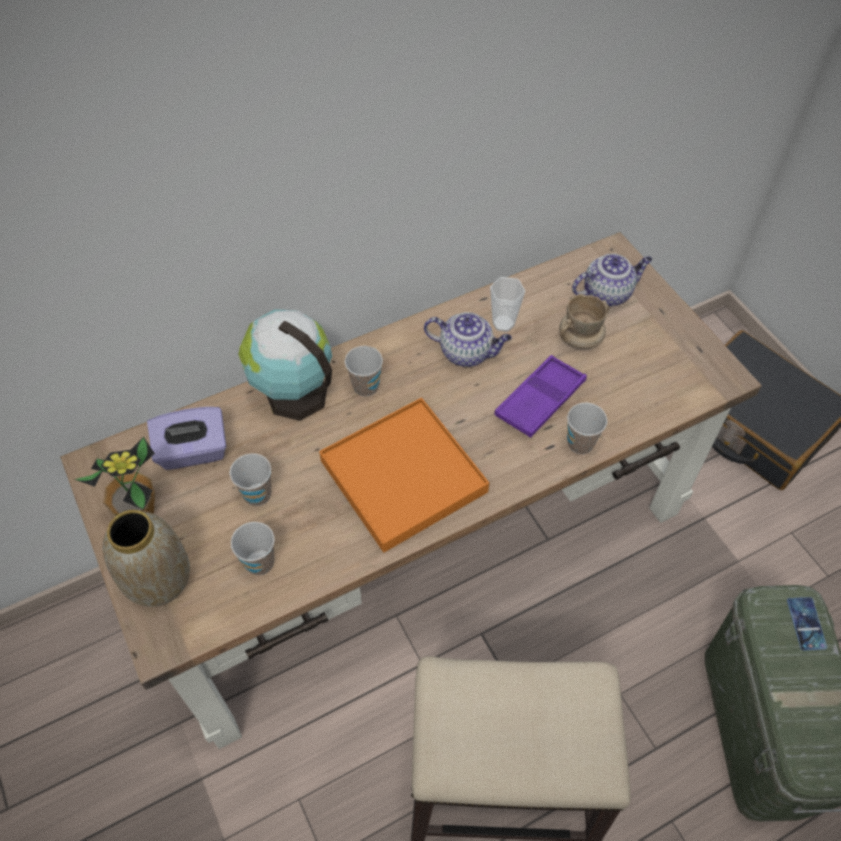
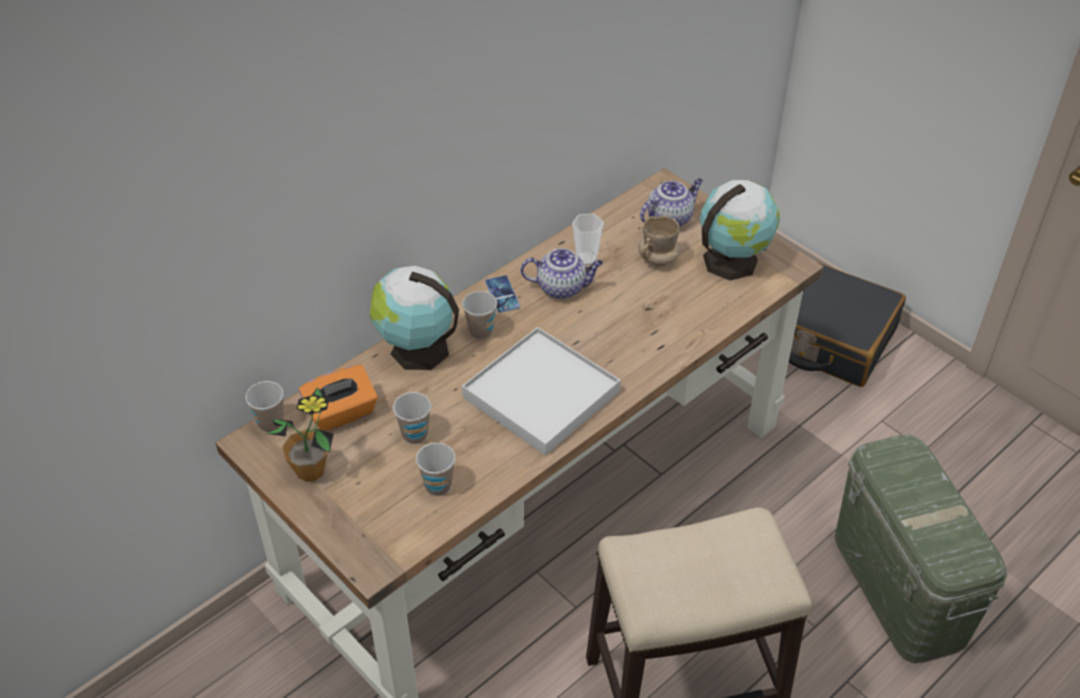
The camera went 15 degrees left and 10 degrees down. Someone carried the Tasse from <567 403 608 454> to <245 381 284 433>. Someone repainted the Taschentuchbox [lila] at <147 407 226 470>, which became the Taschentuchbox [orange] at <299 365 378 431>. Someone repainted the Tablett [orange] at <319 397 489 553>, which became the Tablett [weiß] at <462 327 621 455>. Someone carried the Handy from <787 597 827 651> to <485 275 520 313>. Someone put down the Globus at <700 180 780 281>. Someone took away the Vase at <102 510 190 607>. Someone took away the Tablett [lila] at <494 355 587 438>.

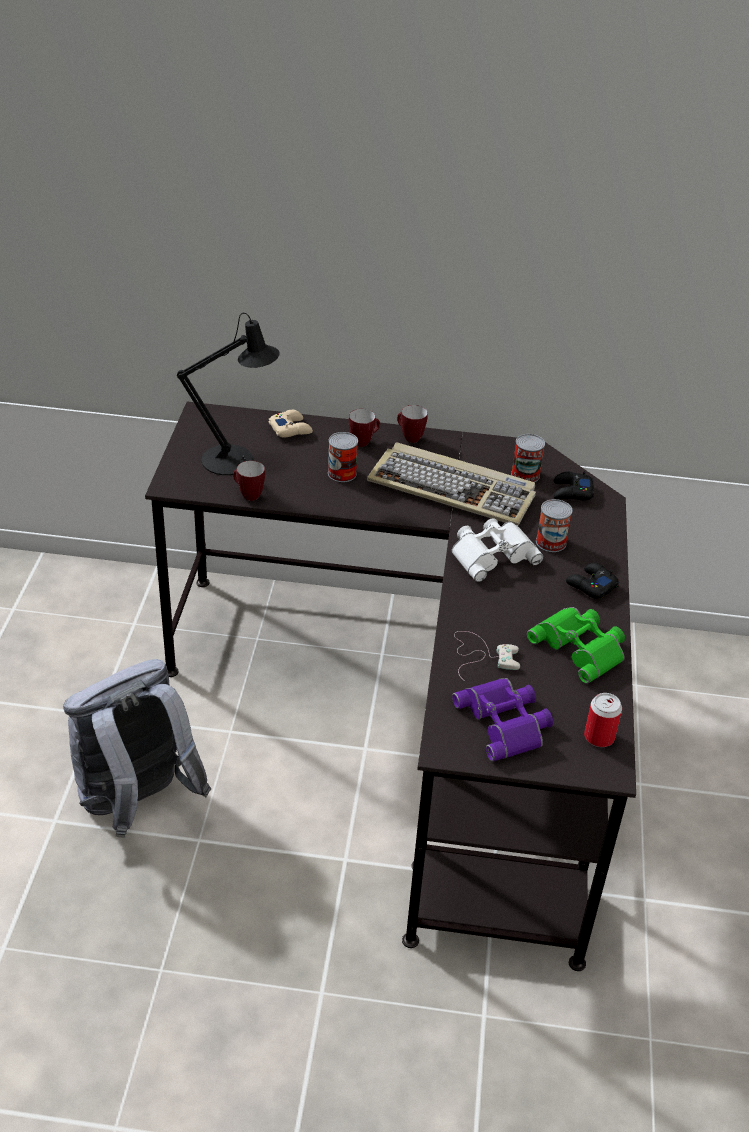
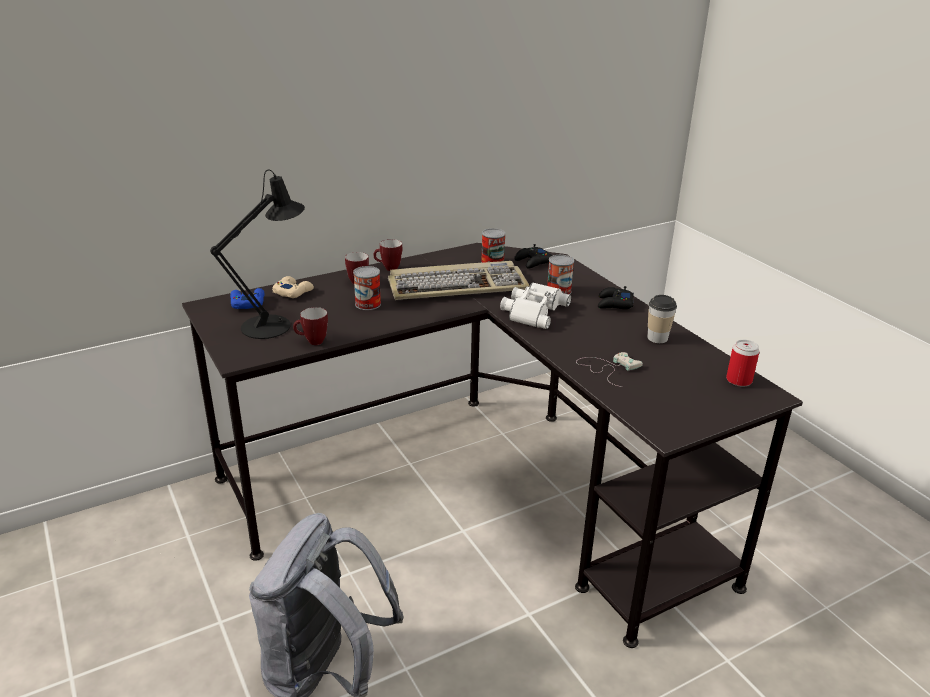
The camera went 35 degrees left and 10 degrees down. Someone put down the Gamepad [blau] at <230 288 264 309>. Someone swapped the Fernglas [grün] at <527 607 625 684> for the Tasse at <647 295 677 343>. Someone took away the Fernglas [lila] at <452 678 553 762>.

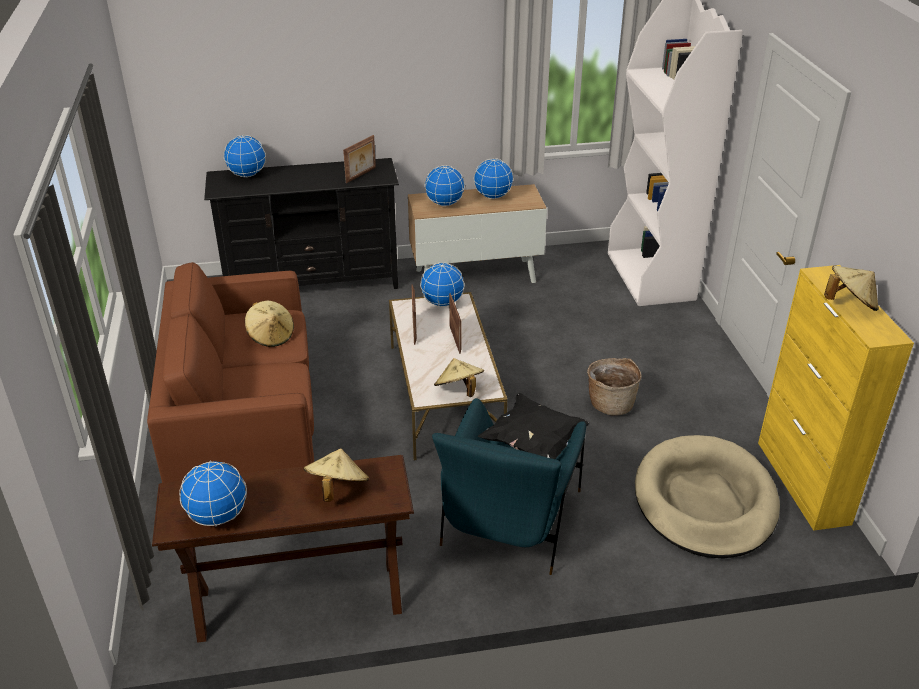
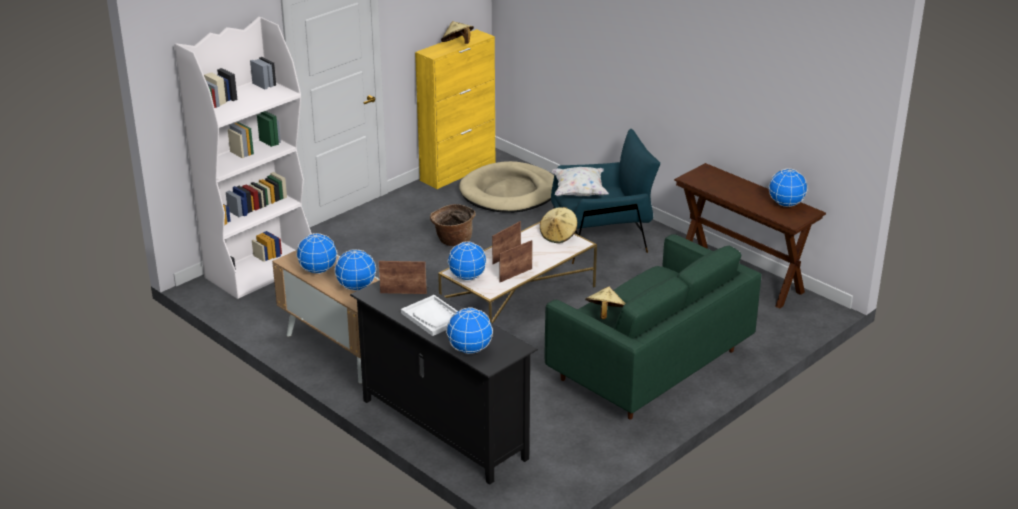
The camera went 125 degrees left and 5 degrees down. Someone put down the Tablett [weiß] at <401 295 458 336>. Someone repainted the Sofa [braun] at <147 262 314 483>, which became the Sofa [grün] at <545 234 761 420>. Someone repainted the Kissen [schwarz] at <478 393 590 459>, which became the Kissen [weiß] at <552 167 609 196>. Someone took away the Hut [beige] at <304 448 369 502>.

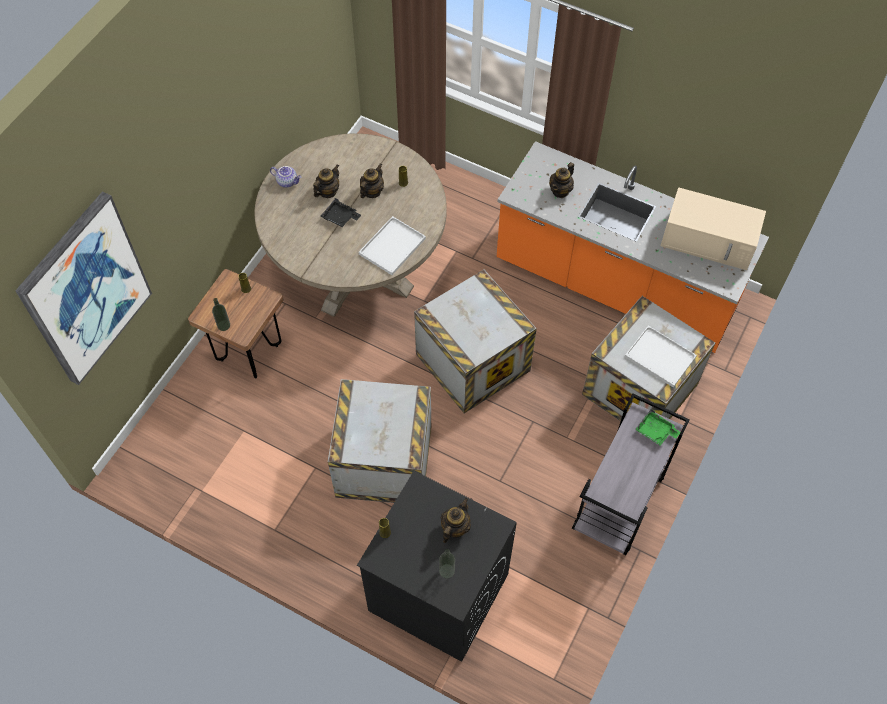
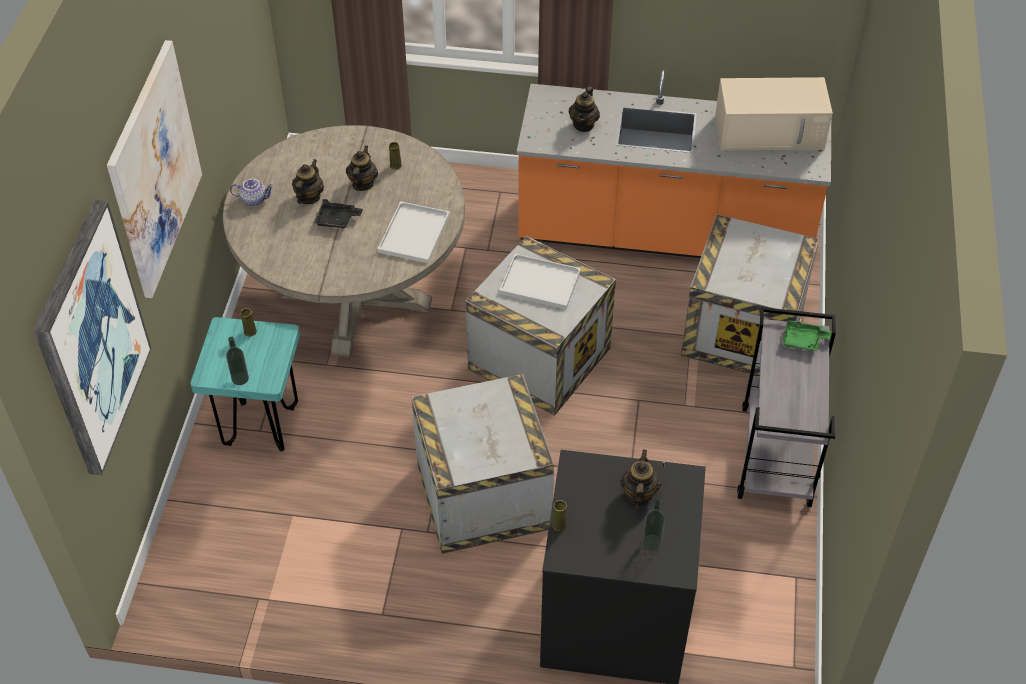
The camera went 20 degrees left and 10 degrees down. Someone put up the Bild at <107 40 202 298>. Someone repainted the Hocker [braun] at <188 269 283 378>, which became the Hocker [türkis] at <190 317 300 452>. Someone carried the Tablett [weiß] from <625 325 697 387> to <499 254 581 309>.

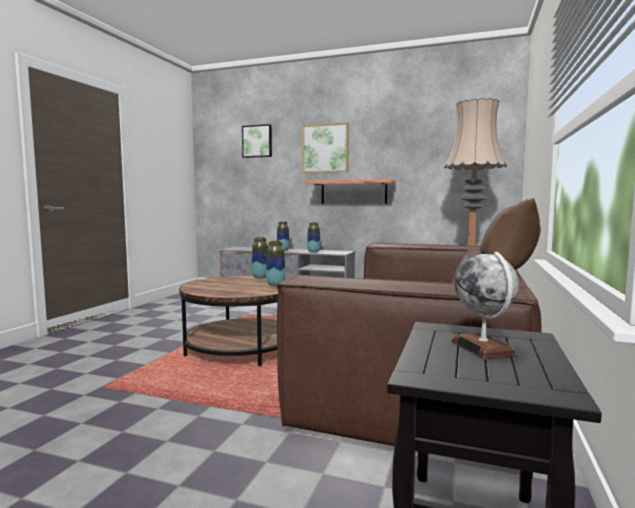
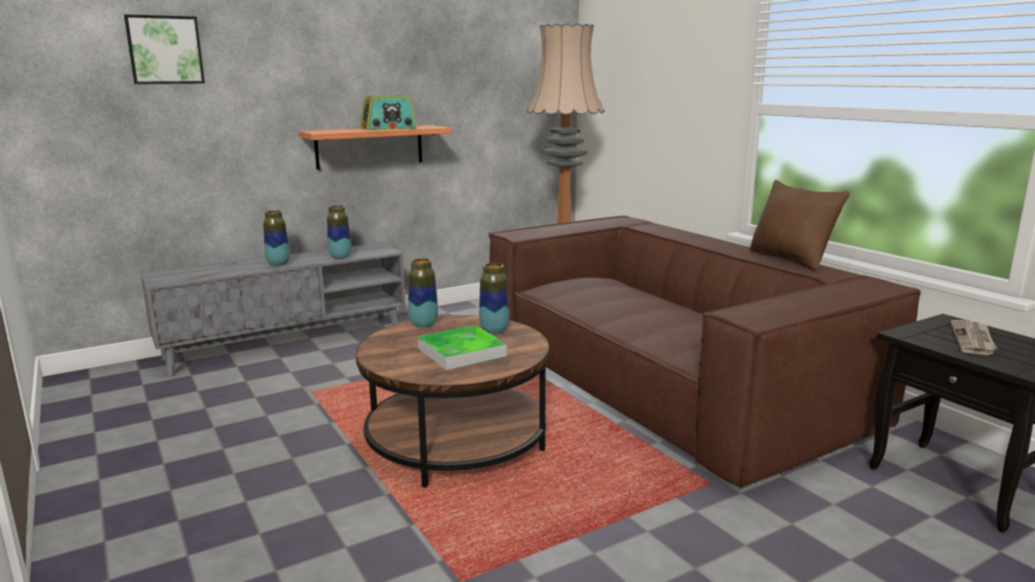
The camera went 50 degrees left and 10 degrees up. Someone put down the Radio at <360 95 417 131>. Someone put down the Tablett at <417 325 507 370>. Someone swapped the Globus at <451 252 519 359> for the Zeitung at <951 320 997 355>. Someone took away the Bild at <302 122 349 173>.

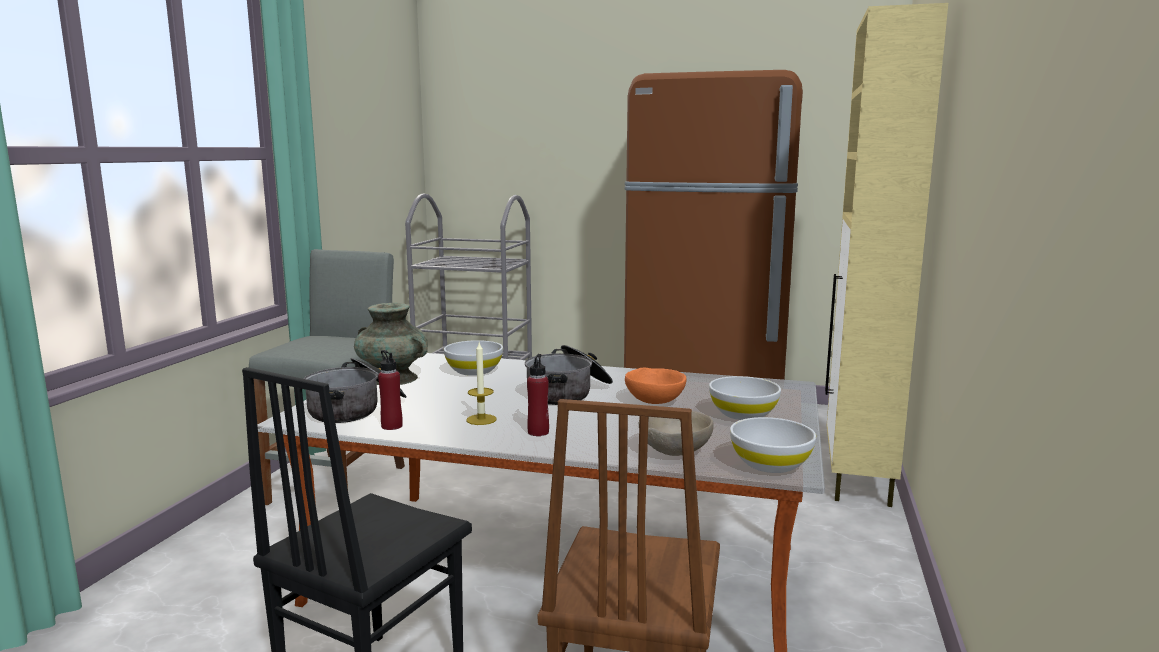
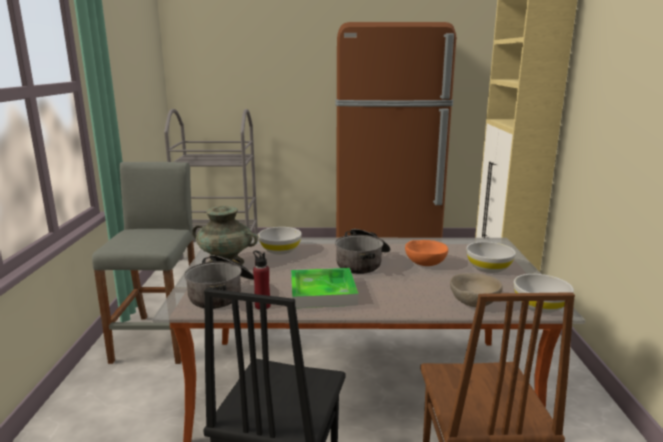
The camera went 15 degrees left and 5 degrees up. Someone swapped the Kerze at <466 343 497 425> for the Tablett at <291 268 358 308>. Someone took away the Flasche [rot] at <527 354 549 436>.

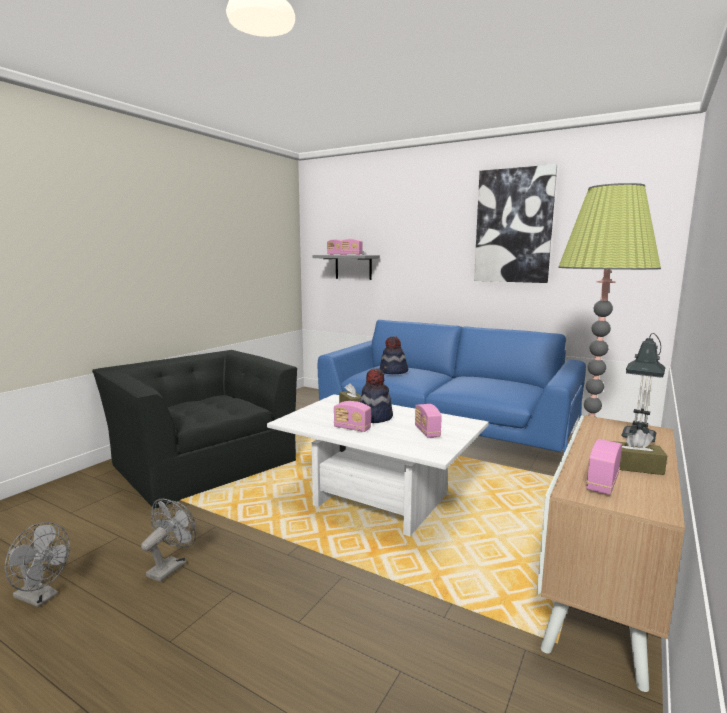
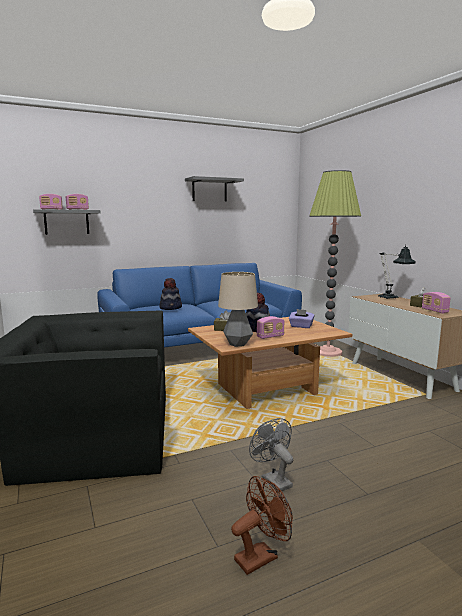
The camera went 55 degrees left and 0 degrees up. Someone swapped the Bild at <474 164 557 283> for the Wandregal [grau] at <185 176 244 201>. Someone repainted the Couchtisch [weiß] at <267 394 489 536>, which became the Couchtisch [braun] at <188 317 352 409>. Someone put down the Tischlampe at <218 272 258 347>. Someone repainted the Ventilator [grau] at <4 522 70 607>, which became the Ventilator [braun] at <231 476 293 575>. Someone swapped the Radio at <415 404 442 438> for the Taschentuchbox [lila] at <289 309 315 328>.

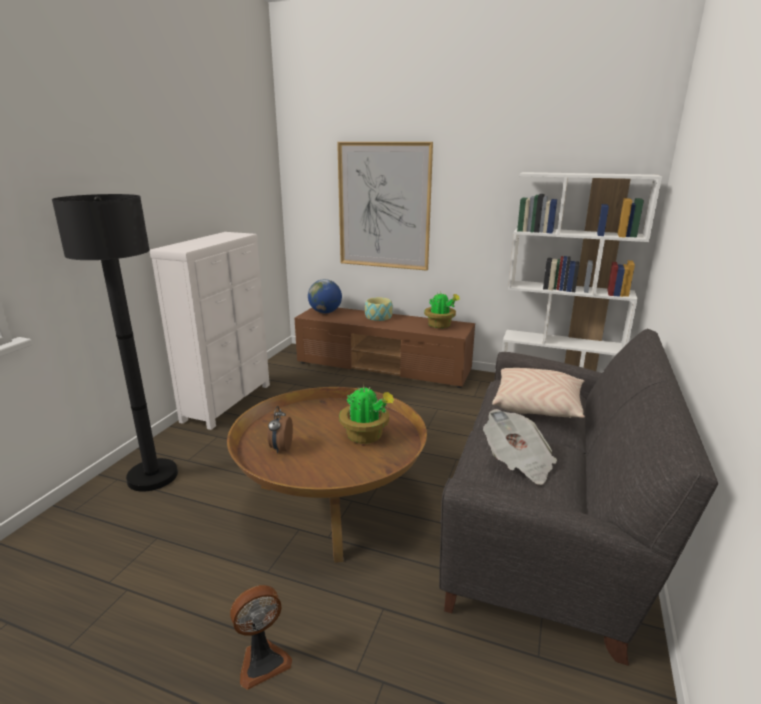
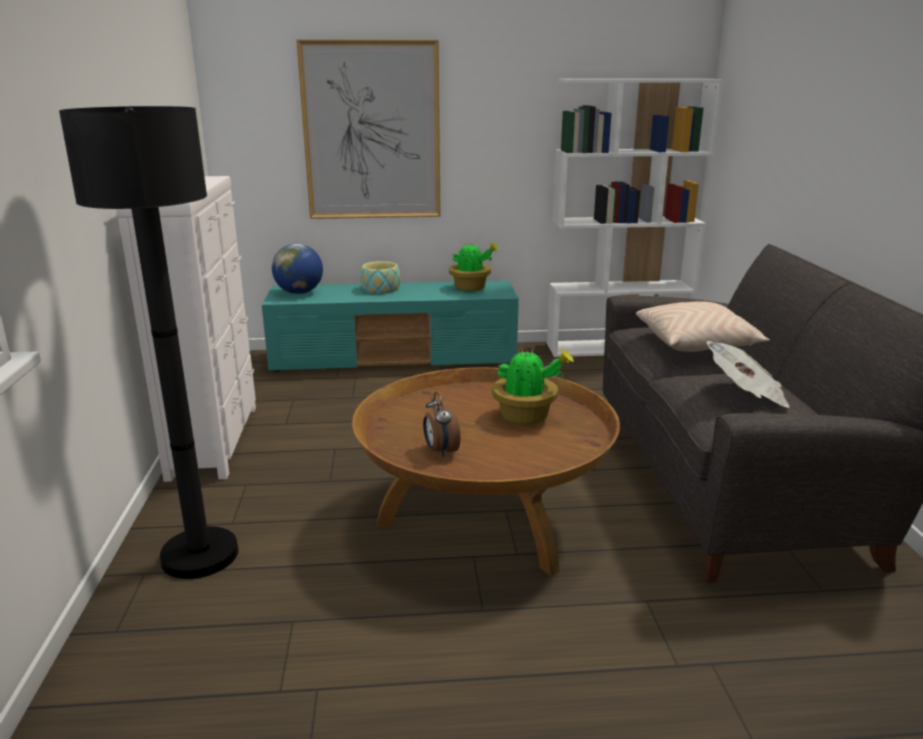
The camera went 25 degrees left and 0 degrees up. Someone repainted the Fernsehschrank [braun] at <294 308 475 388>, which became the Fernsehschrank [türkis] at <262 280 519 373>. Someone took away the Ventilator at <230 585 292 690>.

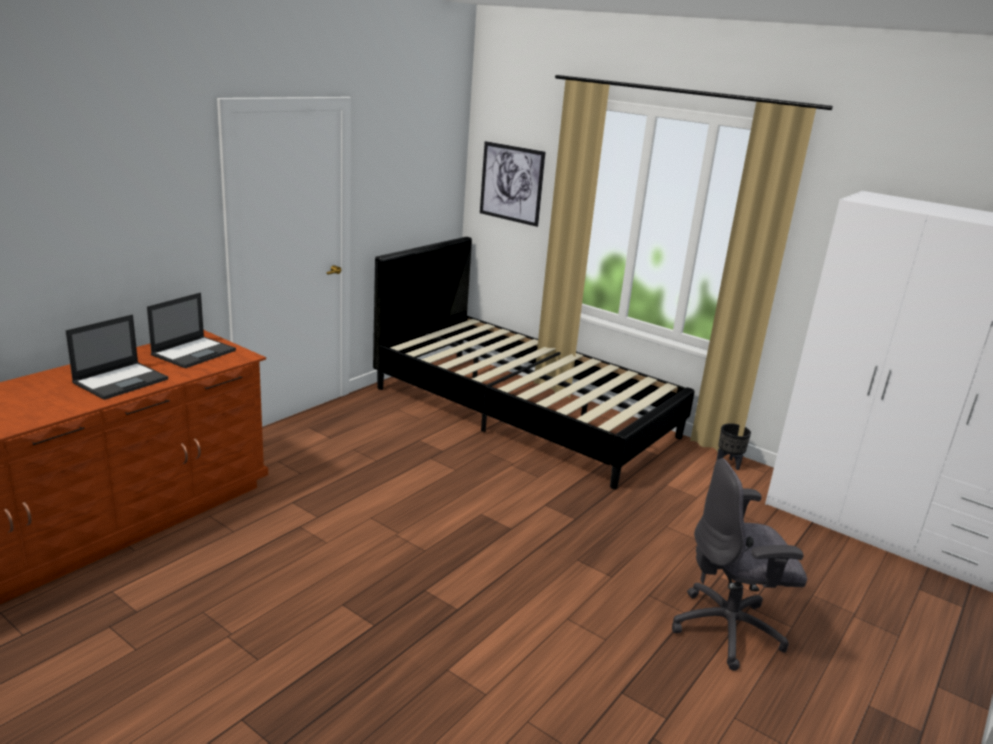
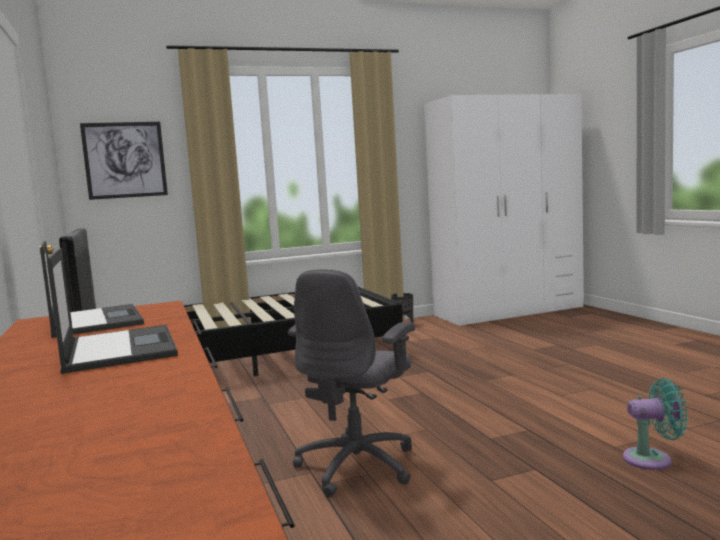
The camera went 55 degrees left and 15 degrees down. Someone carried the Bürostuhl [grau] from <672 458 807 671> to <288 269 415 497>. Someone put down the Ventilator [türkis] at <623 378 688 470>.

